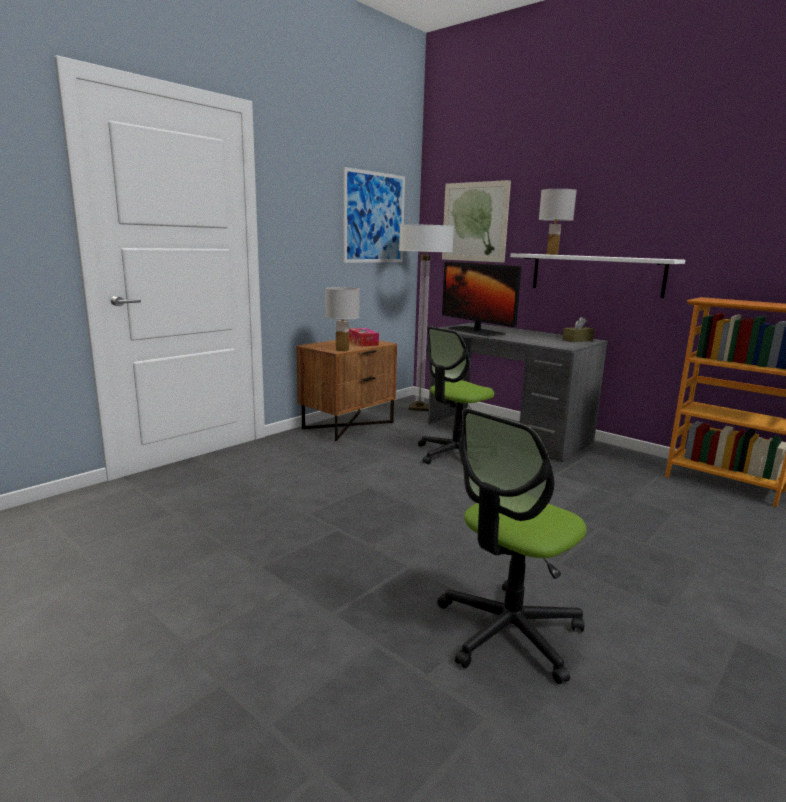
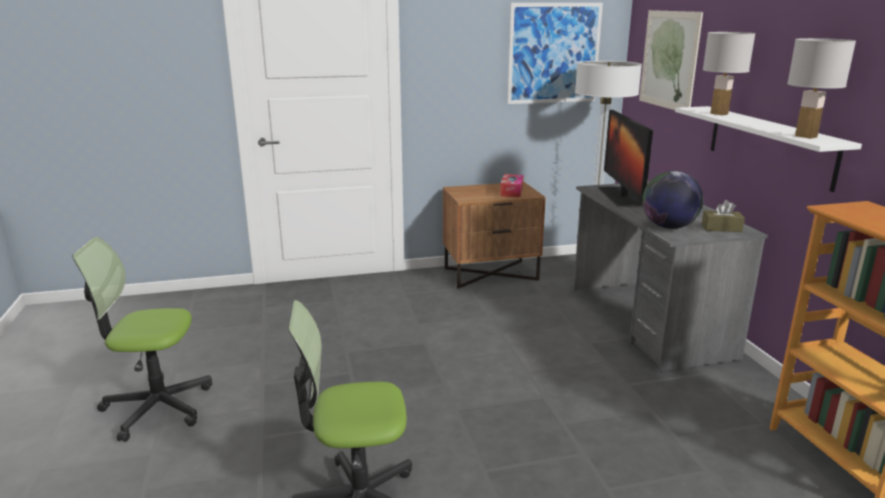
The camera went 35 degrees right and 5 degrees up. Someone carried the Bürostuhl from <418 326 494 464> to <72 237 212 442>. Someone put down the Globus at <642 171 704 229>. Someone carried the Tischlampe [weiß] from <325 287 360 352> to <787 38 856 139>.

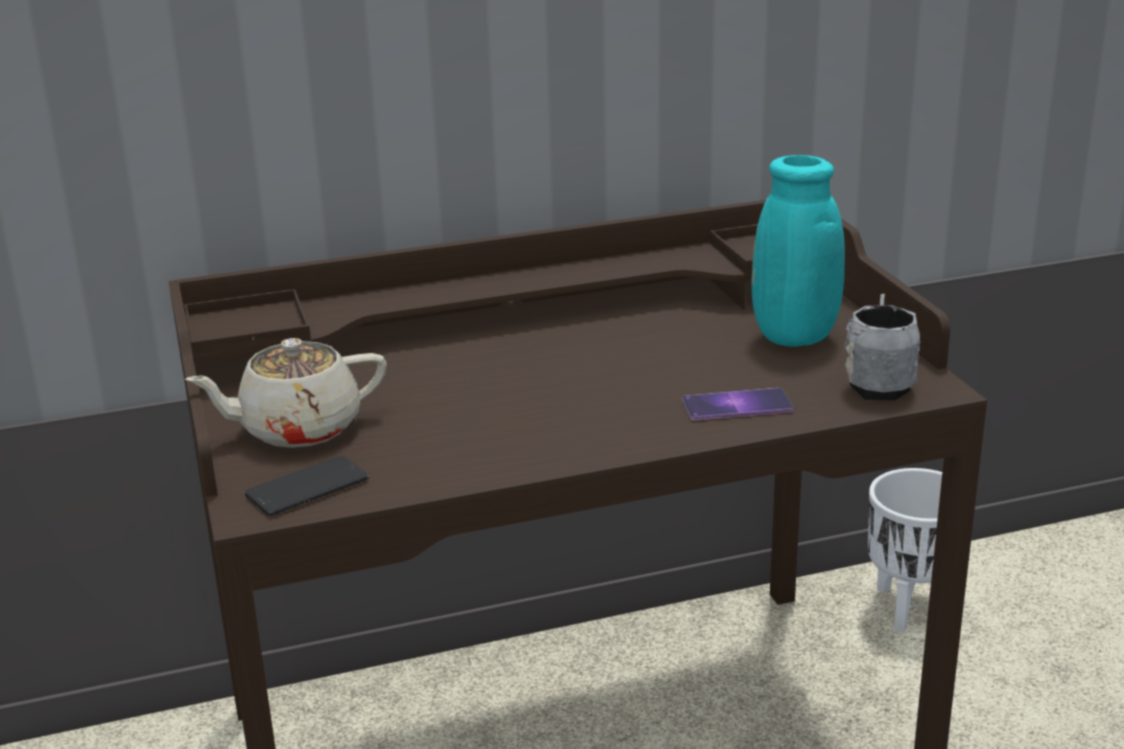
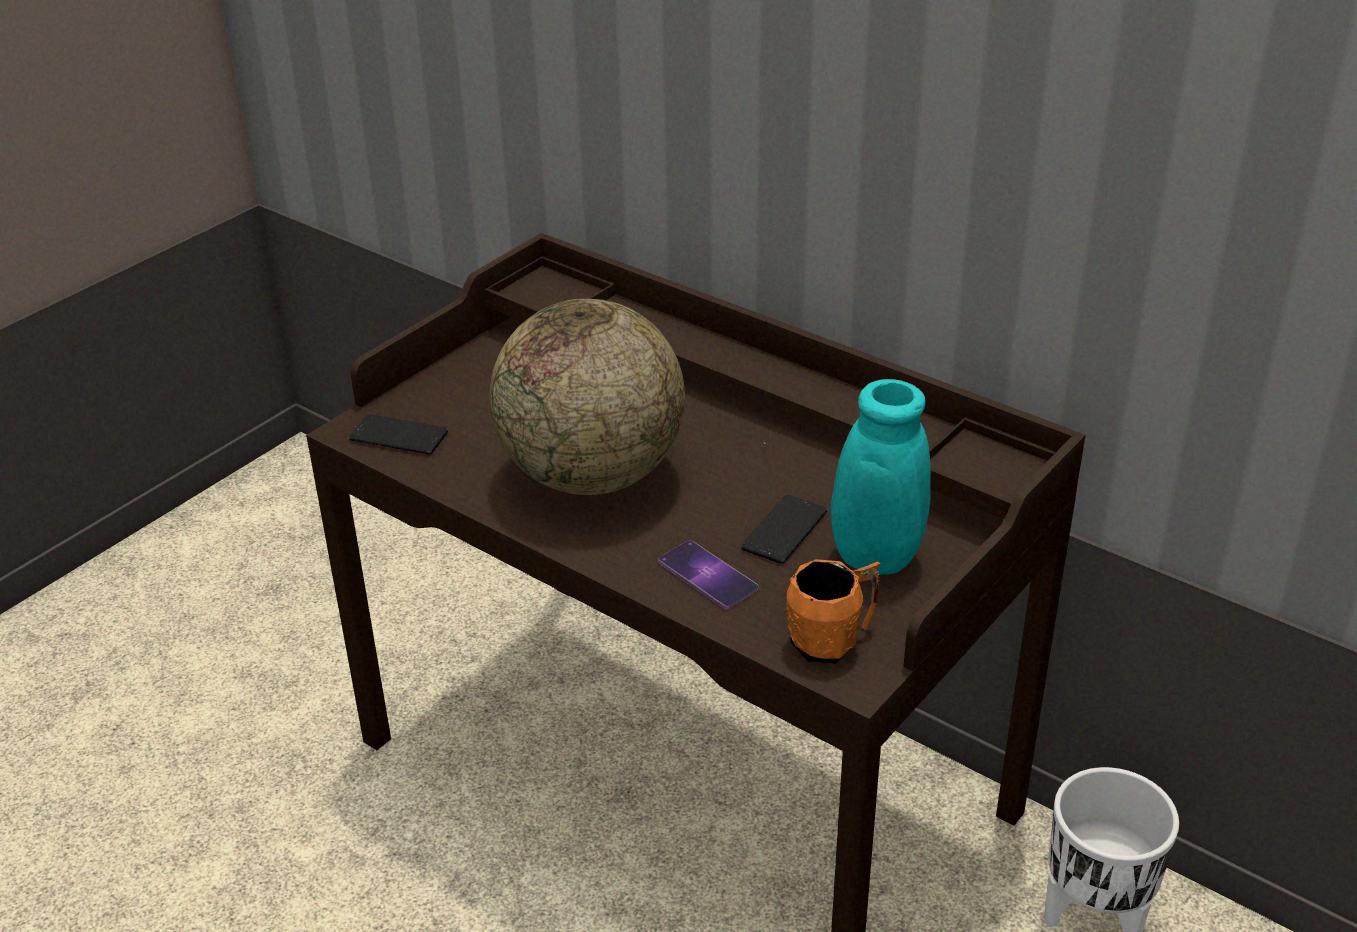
The camera went 55 degrees right and 10 degrees up. Someone put down the Globus at <490 299 685 495>. Someone put down the Handy at <741 495 827 564>. Someone repainted the Henkelbecher [grau] at <843 294 920 400>, which became the Henkelbecher [orange] at <786 559 881 664>. Someone took away the Teekanne [beige] at <185 338 387 448>.

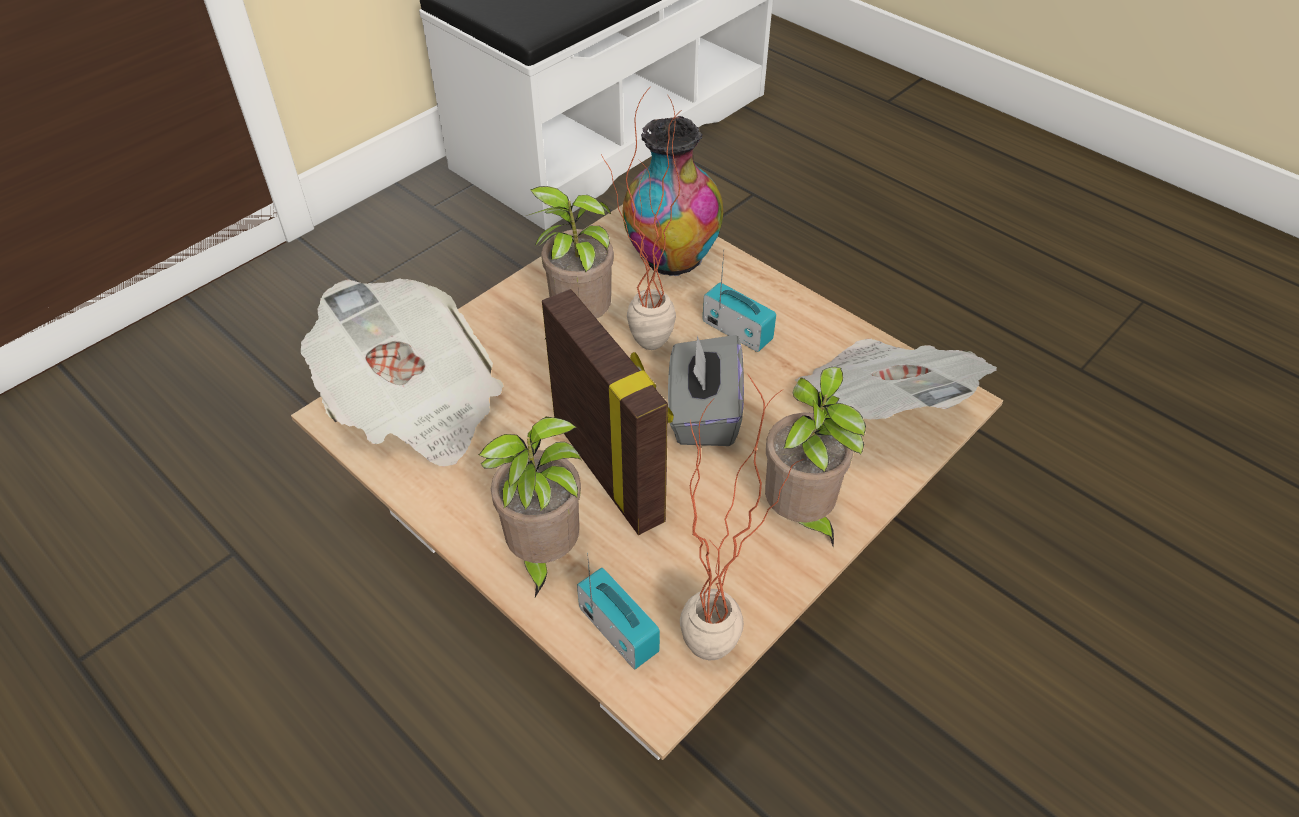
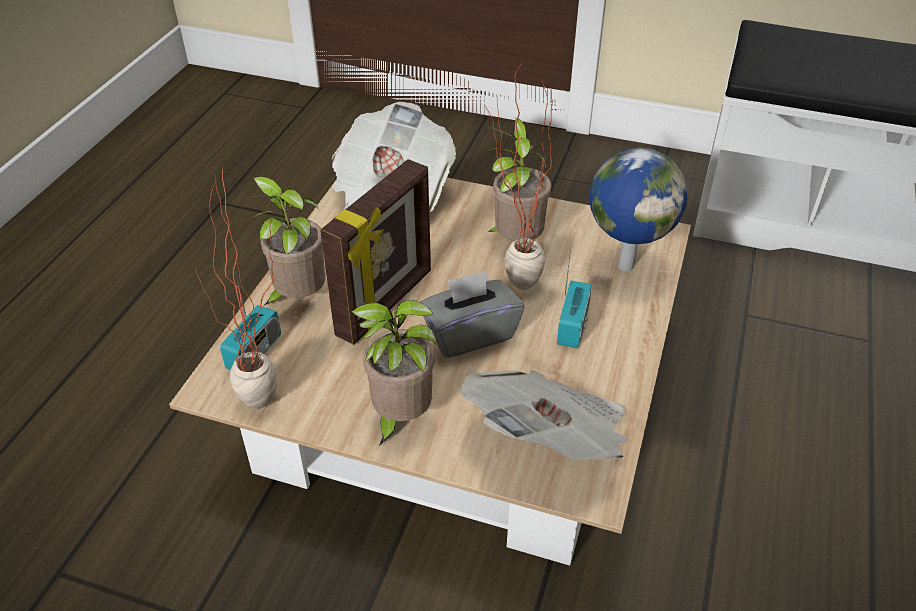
The camera went 65 degrees right and 5 degrees down. Someone swapped the Vase at <622 116 723 278> for the Globus at <590 147 687 271>.

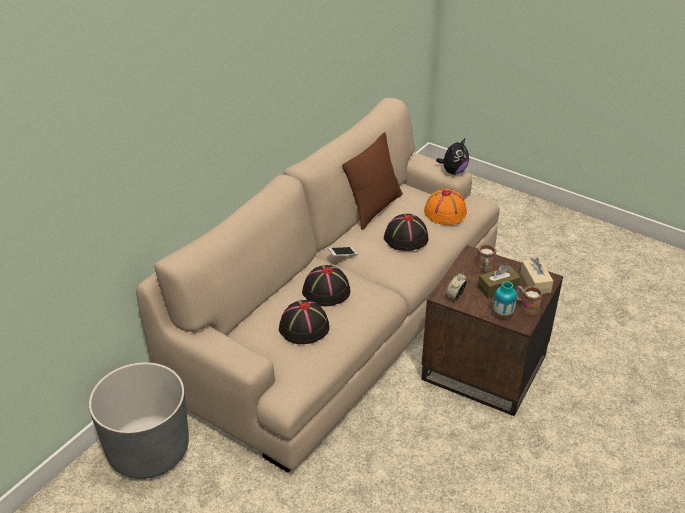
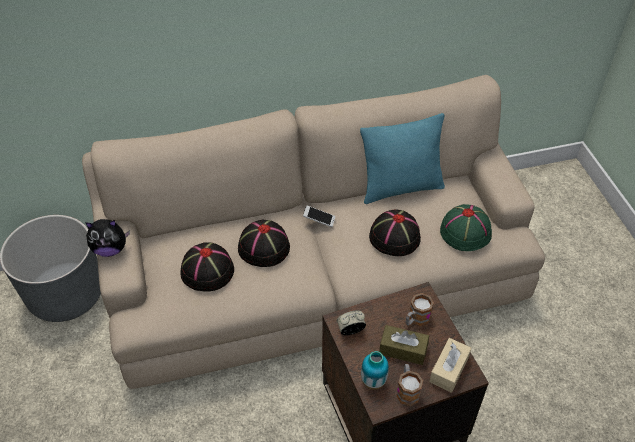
The camera went 40 degrees right and 10 degrees up. Someone carried the Plüschtier from <436 139 469 175> to <85 219 130 257>. Someone repainted the Kissen [braun] at <342 132 403 230>, which became the Kissen [türkis] at <360 113 445 204>. Someone repainted the Hut [orange] at <424 188 467 225>, which became the Hut [grün] at <440 204 492 251>.

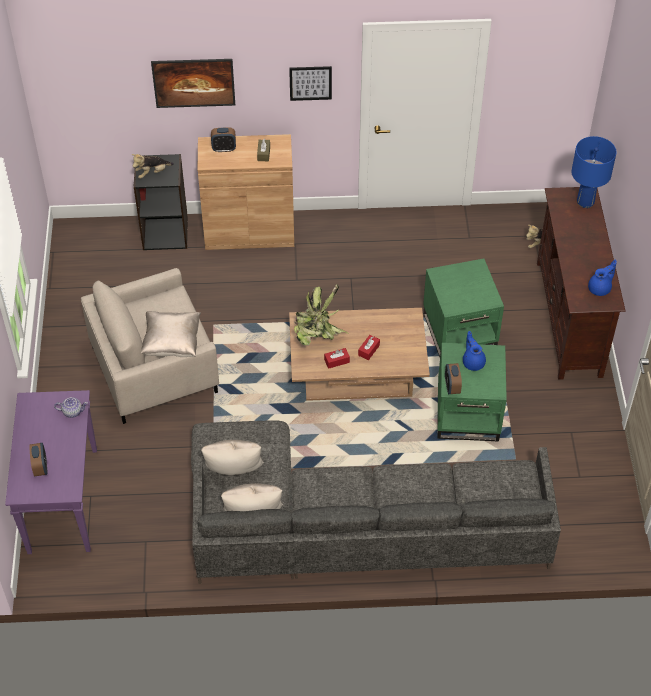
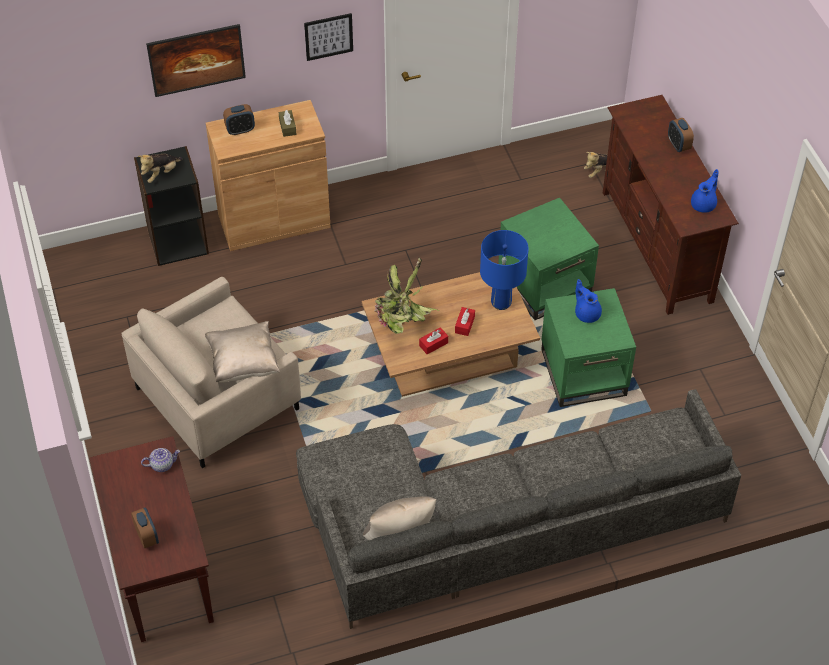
The camera went 15 degrees left and 0 degrees up. Someone repainted the Konsolentisch [lila] at <5 390 97 554>, which became the Konsolentisch [braun] at <89 436 214 642>. Someone carried the Tischlampe [blau] from <571 136 616 208> to <480 230 529 310>. Someone carried the Wecker from <445 363 462 394> to <668 118 694 152>. Someone took away the Kissen [beige] at <201 440 264 475>.

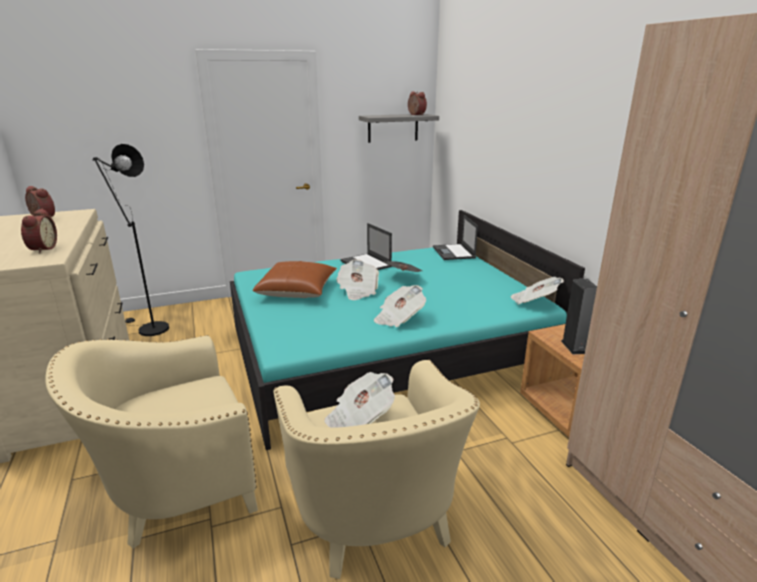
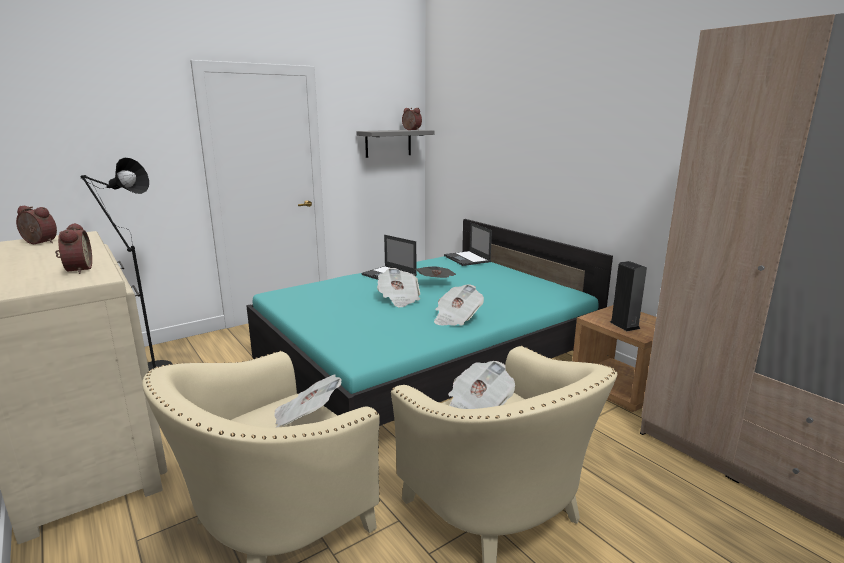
The camera went 15 degrees left and 5 degrees down. Someone carried the Zeitung from <510 277 564 305> to <274 375 342 427>. Someone took away the Kissen [braun] at <252 261 337 298>.

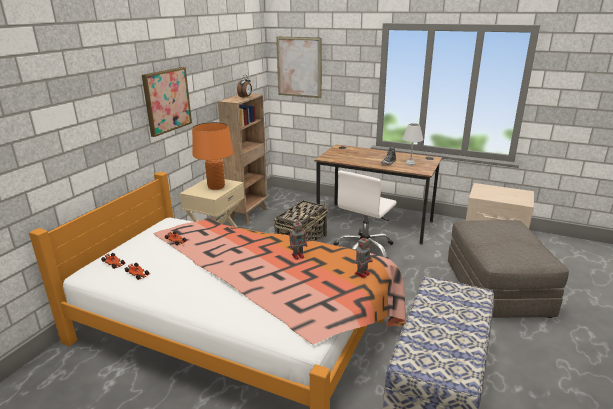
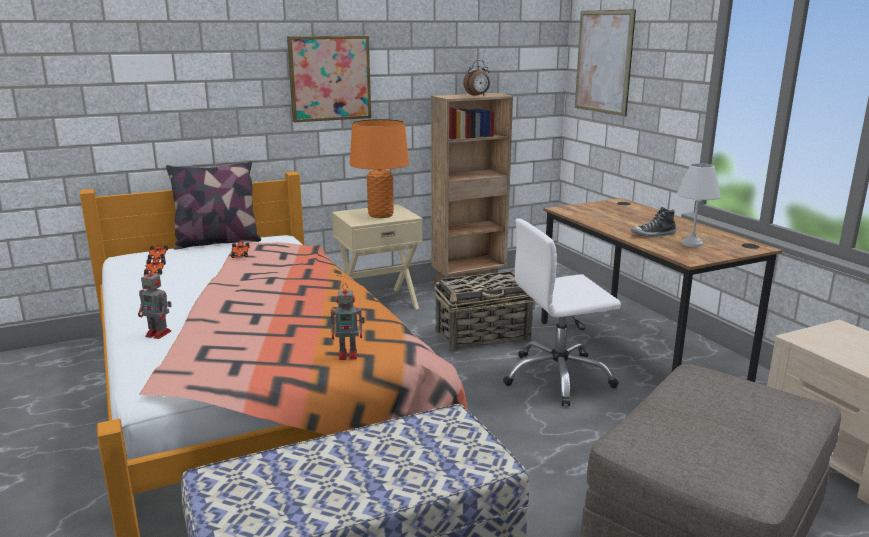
The camera went 40 degrees right and 5 degrees down. Someone carried the Spielzeugroboter from <289 220 307 260> to <138 267 172 339>. Someone put down the Kissen at <166 161 261 250>.

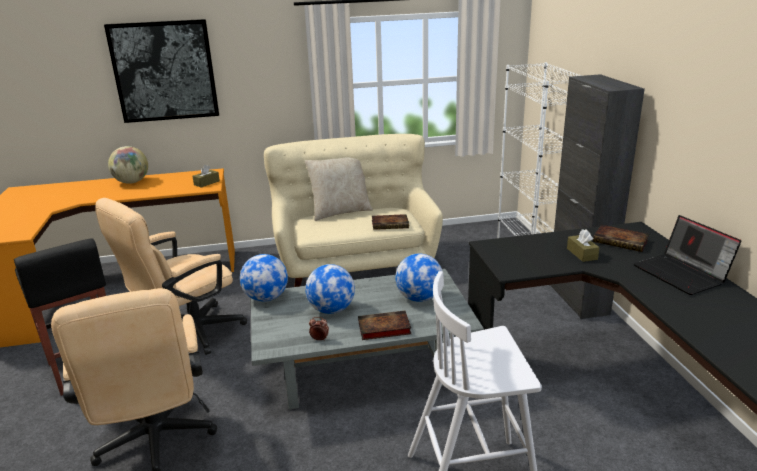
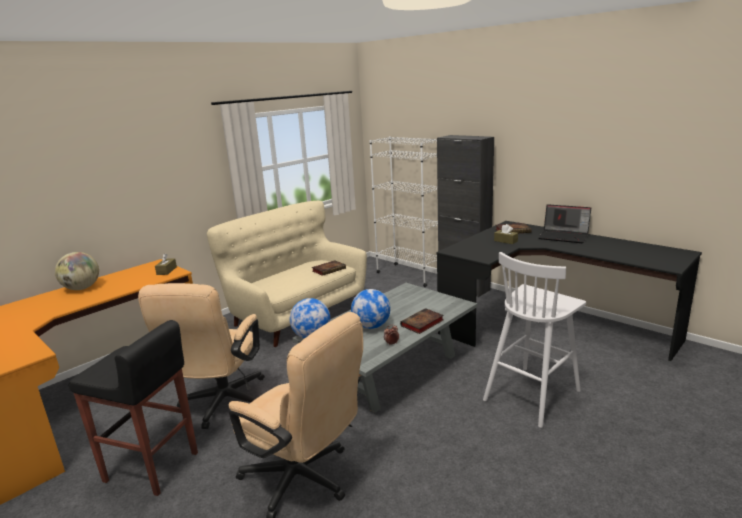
The camera went 35 degrees left and 5 degrees down. Someone took away the Bild at <104 19 219 123>. Someone took away the Kissen [beige] at <305 157 373 221>. Someone took away the Globus at <395 253 444 302>.

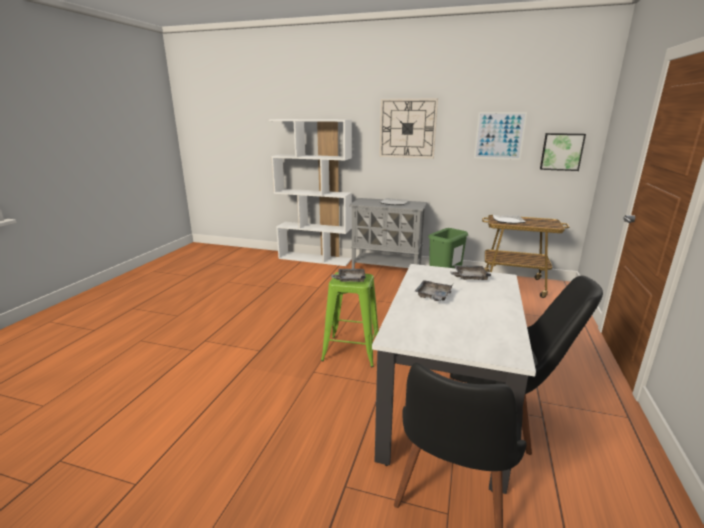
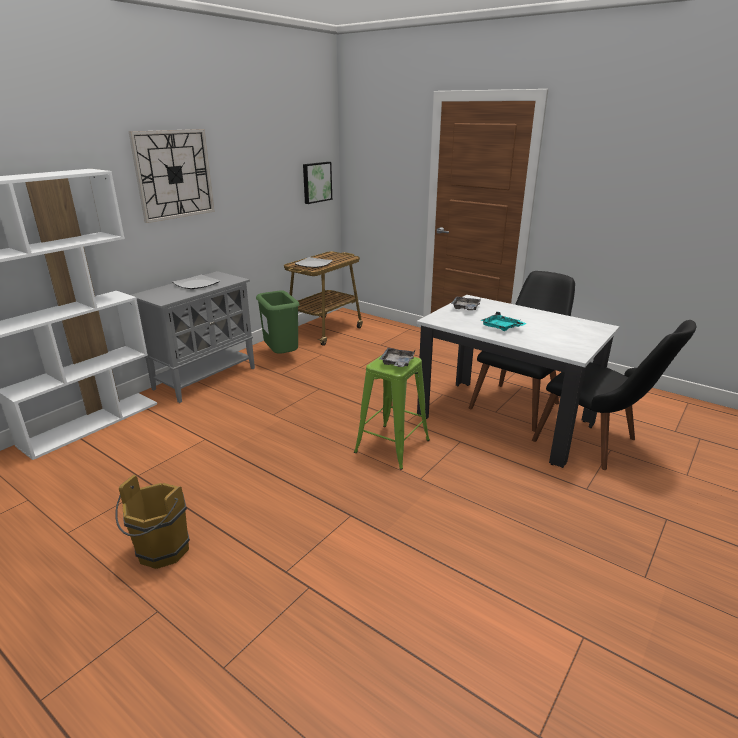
The camera went 70 degrees left and 5 degrees up. Someone put down the Eimer [braun] at <115 475 190 569>. Someone repainted the Tablett [grau] at <415 280 453 301>, which became the Tablett [türkis] at <481 311 527 331>. Someone took away the Bild at <474 112 527 160>.

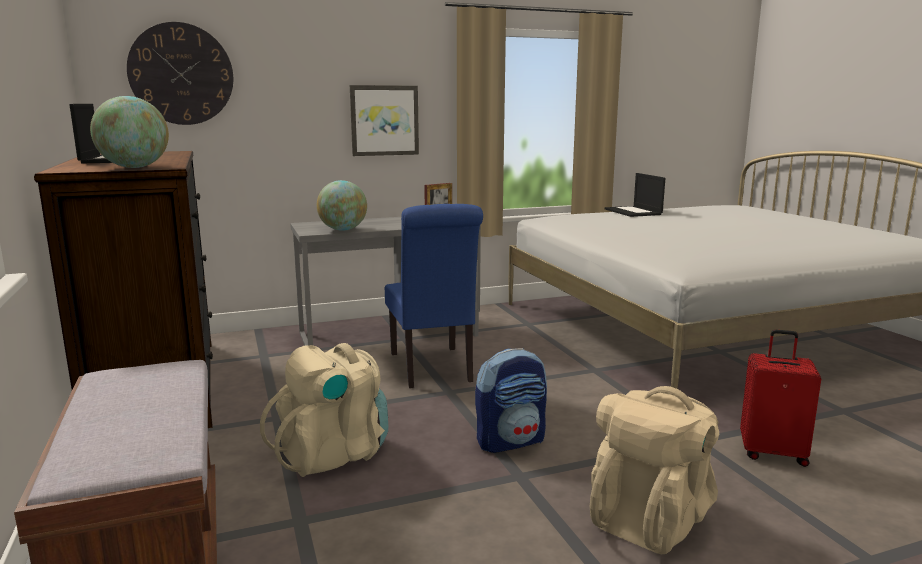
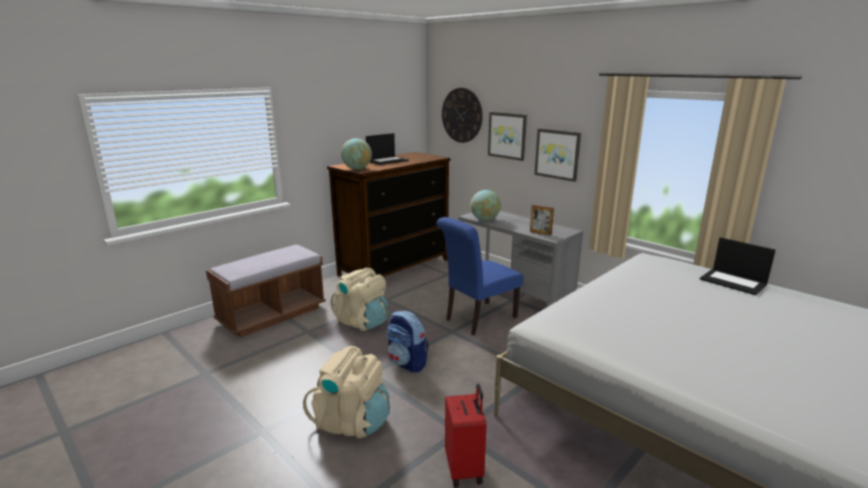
The camera went 65 degrees right and 5 degrees up. Someone put up the Bild at <488 112 527 161>. Someone rotated the Laptop at <604 173 665 217> by 90 degrees counterclockwise.

